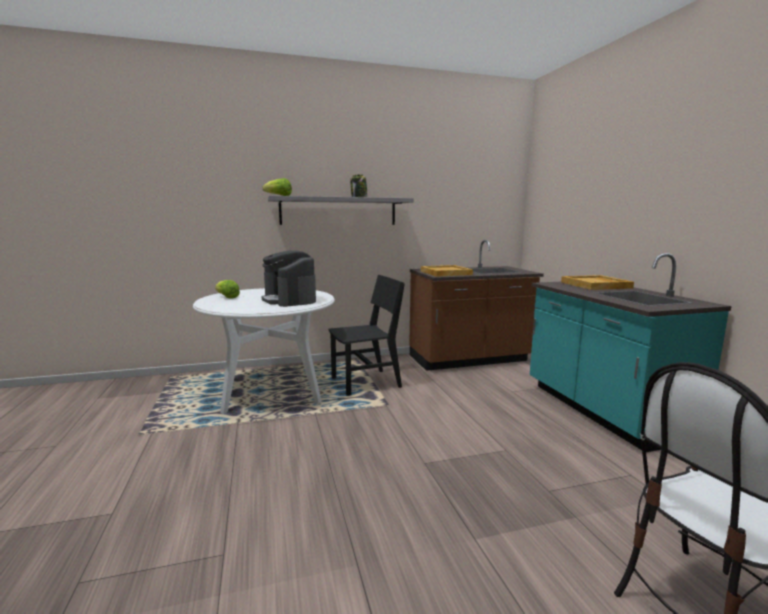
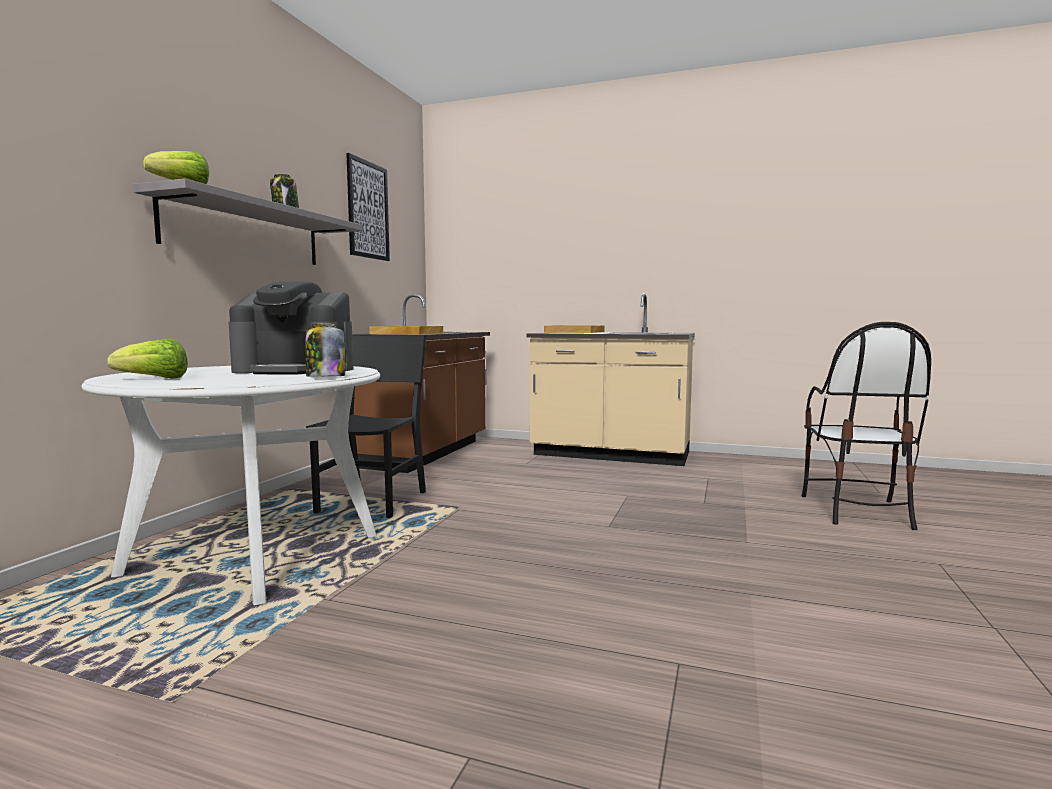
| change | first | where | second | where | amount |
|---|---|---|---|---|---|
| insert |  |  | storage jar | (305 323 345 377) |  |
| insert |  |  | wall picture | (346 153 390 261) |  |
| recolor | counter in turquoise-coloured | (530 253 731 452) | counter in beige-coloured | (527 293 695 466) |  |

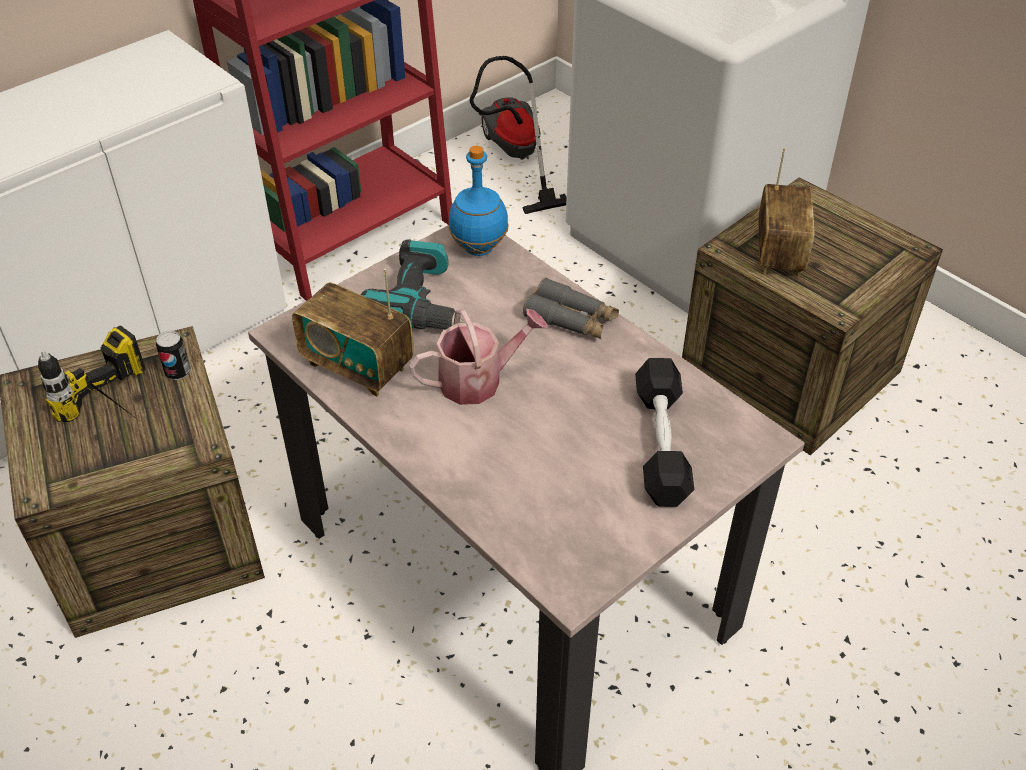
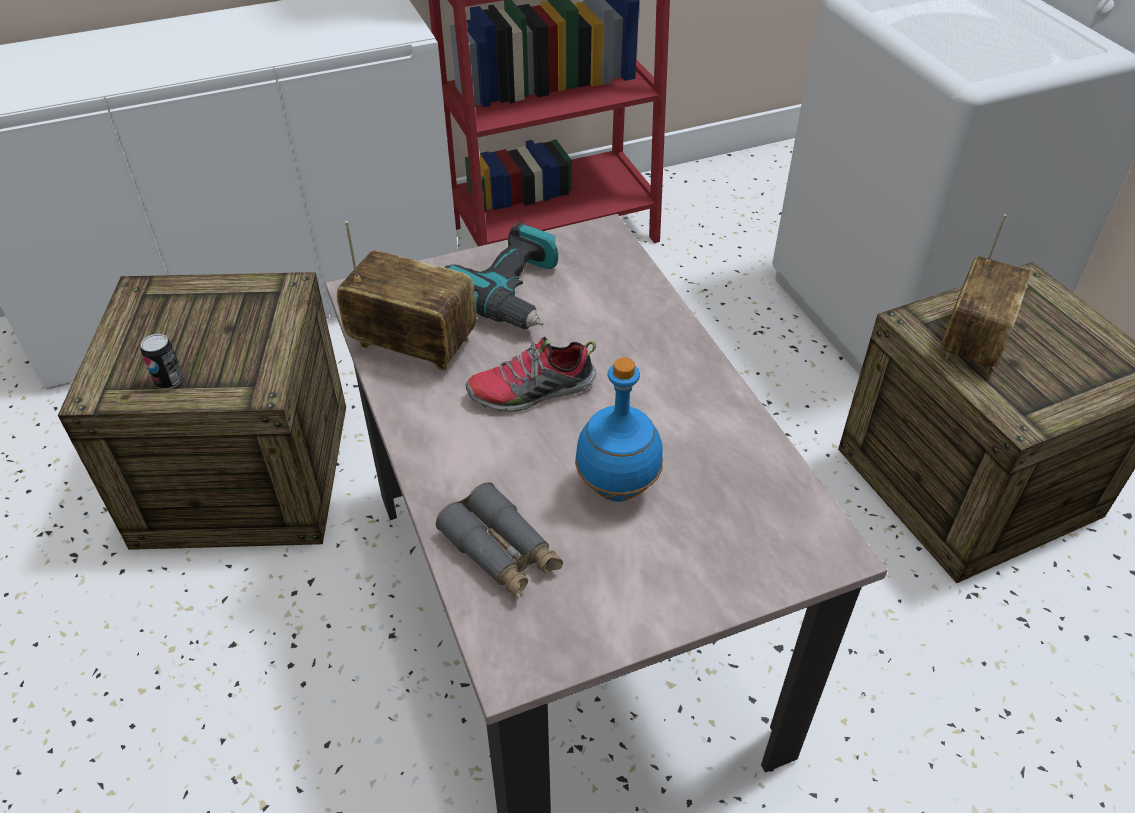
| change | first | where | second | where | amount |
|---|---|---|---|---|---|
| delete | electric drill | (38 325 145 422) |  |  |  |
| delete | vacuum | (470 56 567 214) |  |  |  |
| delete | free weight in black | (635 358 694 507) |  |  |  |
| move | metal can | (156 331 191 380) |  | (140 334 184 389) |  |
| move | beverage bottle in blue | (448 146 509 256) |  | (575 357 663 502) |  |
| move | binoculars in grey | (523 278 619 339) |  | (436 482 563 599) |  |
| replace | sprinkling can | (409 309 548 405) | shoe | (466 337 596 412) |  |
| rotate | radio set | (292 268 414 397) |  | (337 221 477 371) | 150 degrees clockwise |

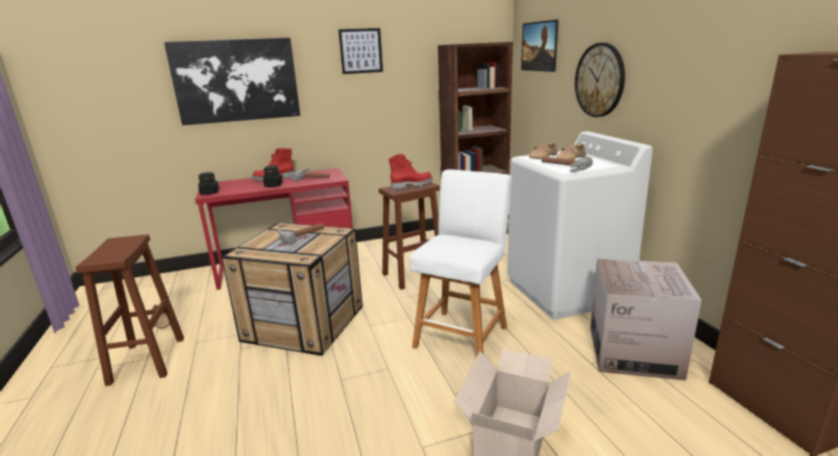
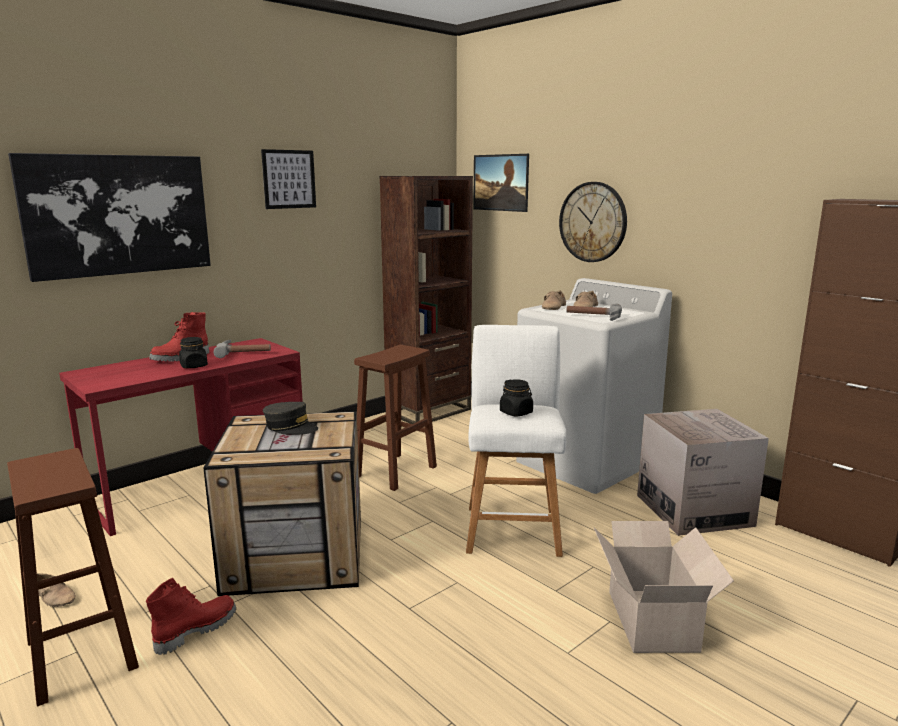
| change | first | where | second | where | amount |
|---|---|---|---|---|---|
| move | storage jar in black | (198 172 219 195) |  | (500 379 533 417) |  |
| move | tall boot in reddish | (389 154 433 190) |  | (146 578 236 655) |  |
| replace | hammer | (278 223 324 245) | cap in grey | (263 402 318 435) |  |

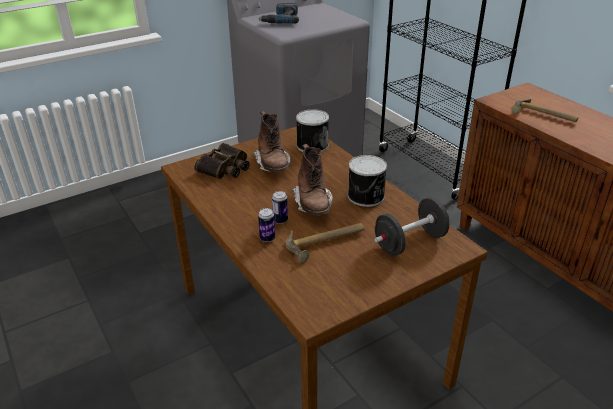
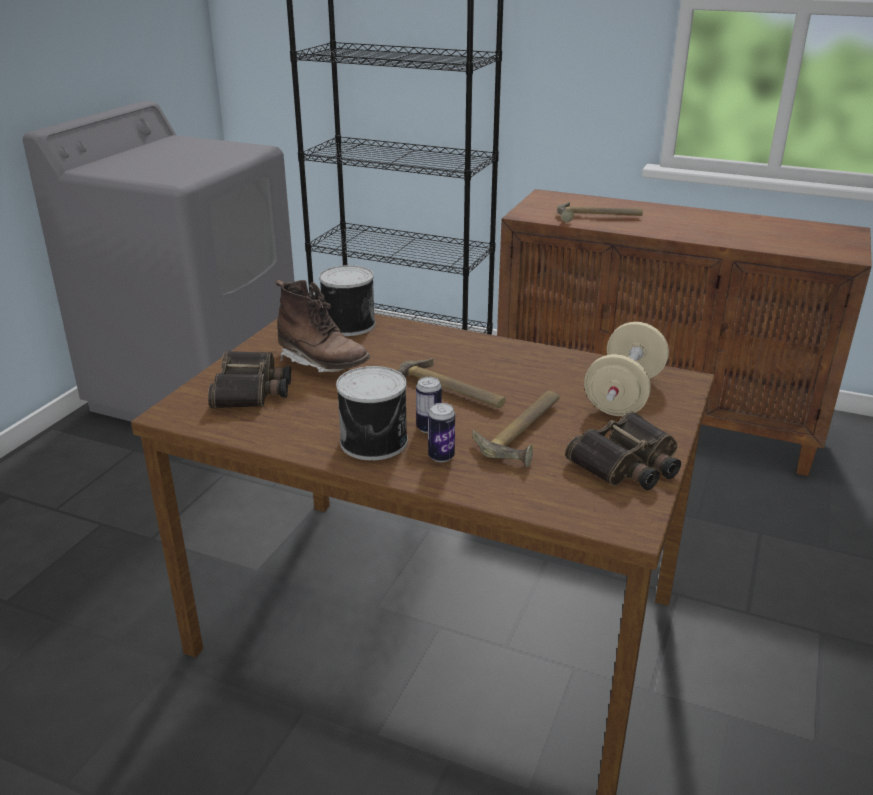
| change | first | where | second | where | amount |
|---|---|---|---|---|---|
| delete | electric drill | (258 3 299 24) |  |  |  |
| insert |  |  | binoculars | (565 412 681 490) |  |
| move | metal can | (348 155 387 207) |  | (336 366 408 460) |  |
| replace | tall boot in brown-coloured | (292 144 333 215) | hammer | (398 358 506 408) |  |
| recolor | free weight in black | (374 197 449 256) | free weight in beige-coloured | (584 322 669 416) |  |

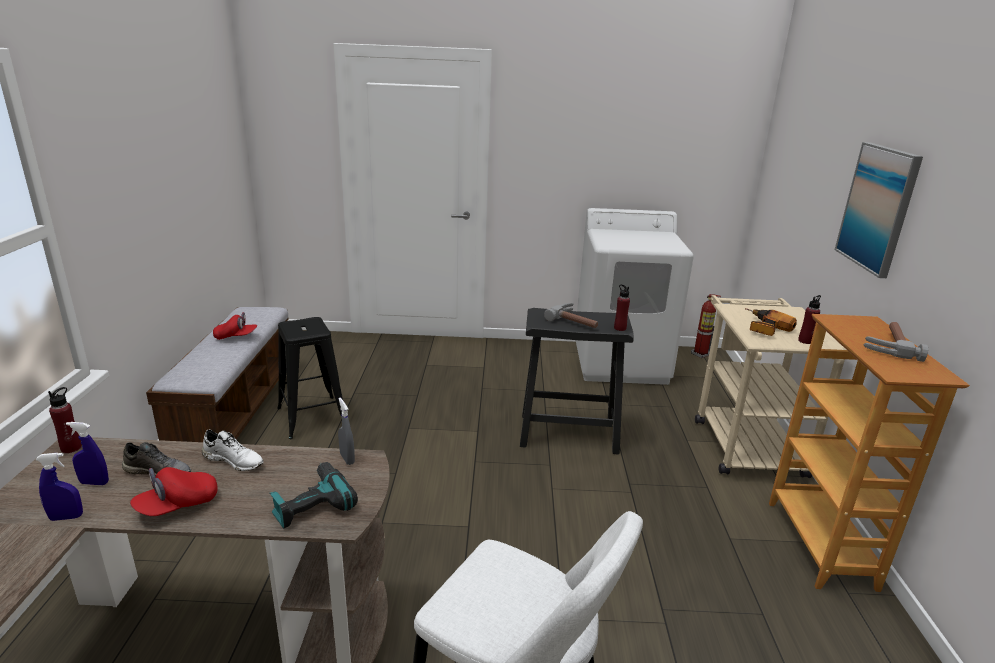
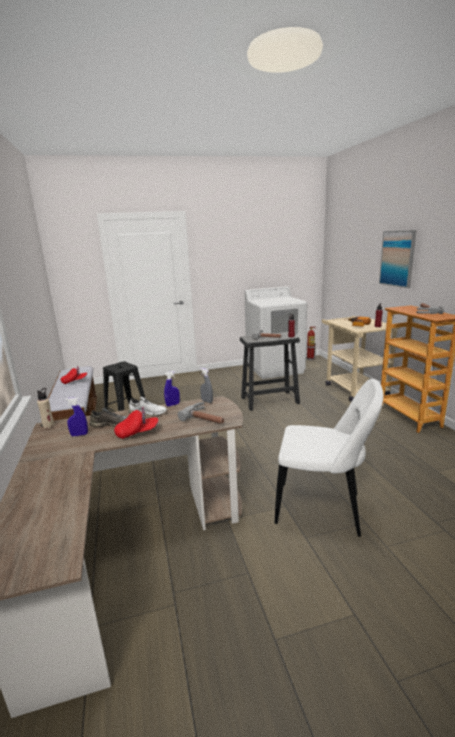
| change | first | where | second | where | amount |
|---|---|---|---|---|---|
| move | hand sprayer in blue | (35 453 83 521) |  | (164 371 180 407) |  |
| replace | electric drill | (270 462 358 529) | hammer | (178 402 224 424) |  |
| recolor | beverage bottle in reddish | (48 387 82 453) | beverage bottle in beige-coloured | (37 388 54 428) |  |
| rotate | cap in reddish | (130 467 218 516) |  | (114 407 158 439) | 135 degrees counterclockwise |

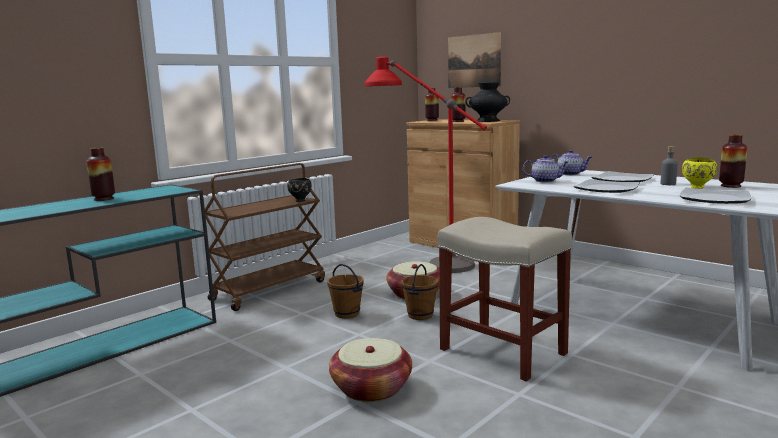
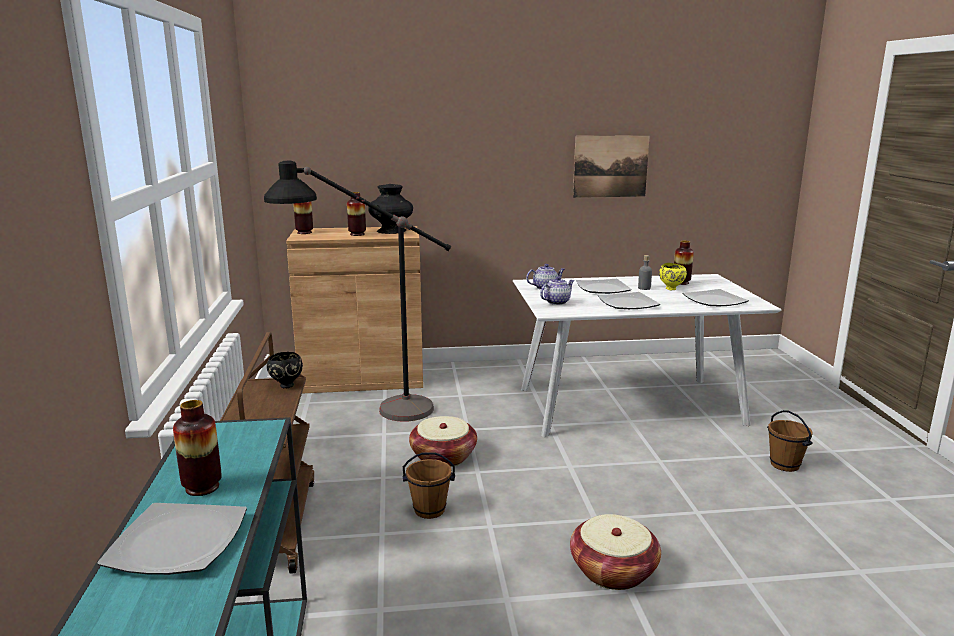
| change | first | where | second | where | amount |
|---|---|---|---|---|---|
| delete | sitting stool in beige-coloured | (437 217 572 381) |  |  |  |
| insert |  |  | flat dish | (97 503 247 575) |  |
| move | water bucket in brown-coloured | (401 264 438 320) |  | (767 410 813 472) |  |
| move | wall picture | (448 32 502 88) |  | (573 135 650 198) |  |
| recolor | standing lamp in reddish | (365 56 487 273) | standing lamp in black | (264 161 451 422) |  |

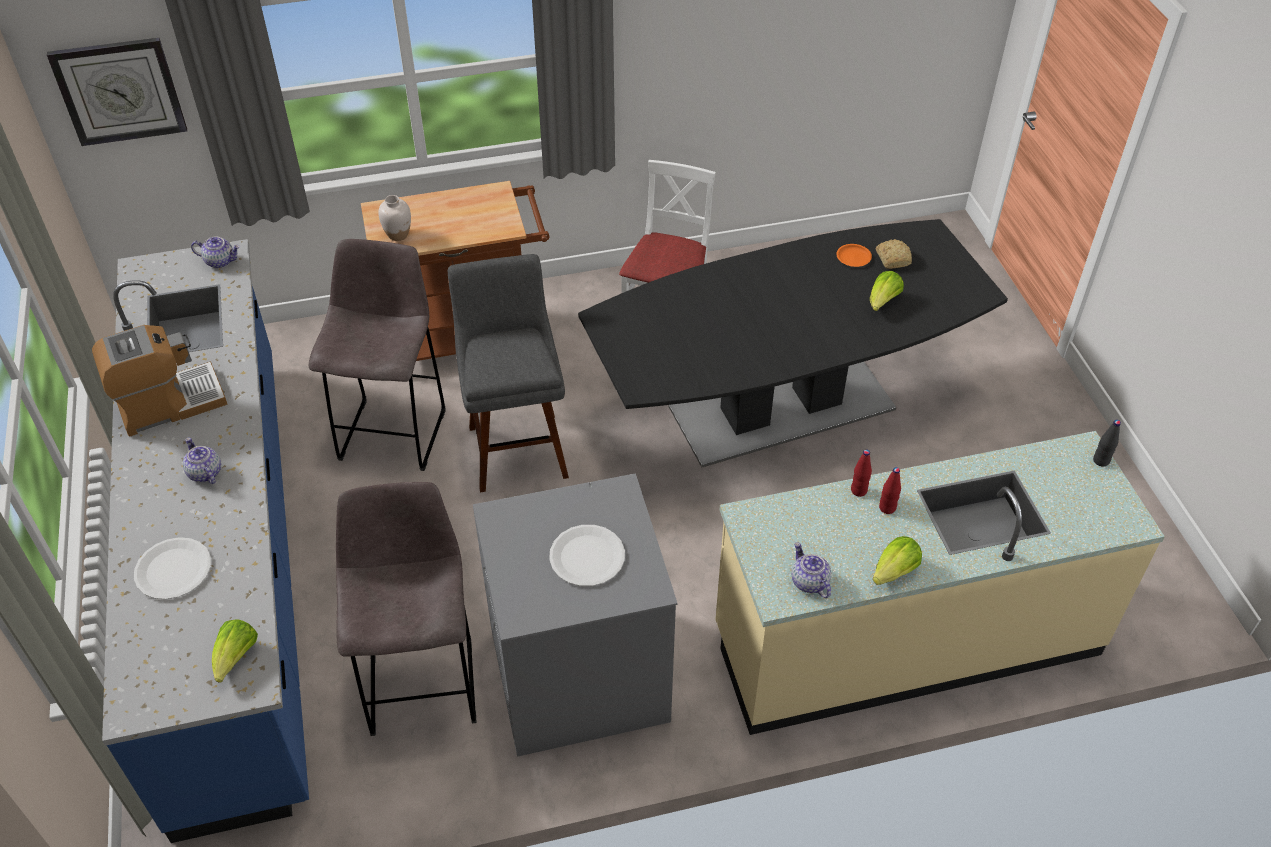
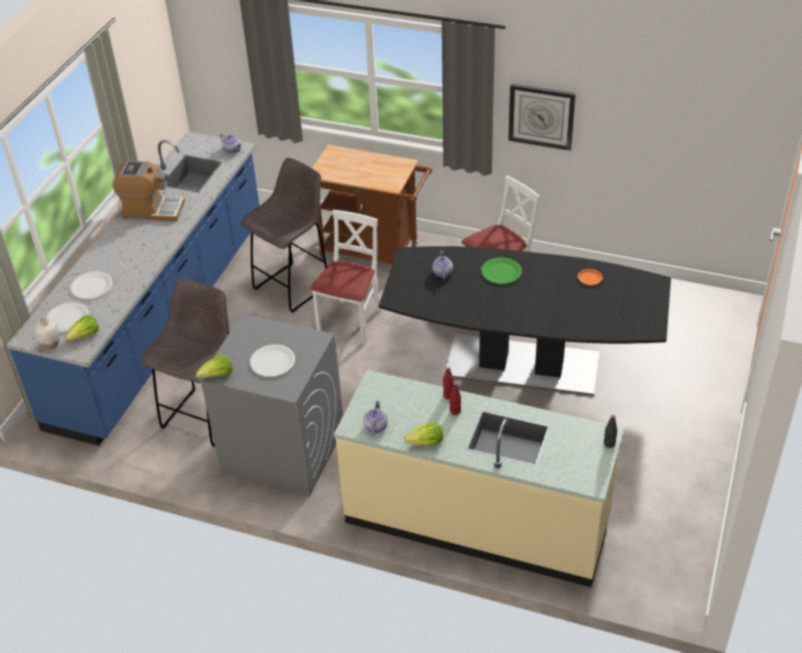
| change | first | where | second | where | amount |
|---|---|---|---|---|---|
| delete | bread | (876 239 912 269) |  |  |  |
| insert |  |  | flat dish in white-coloured | (46 302 89 332) |  |
| insert |  |  | flat dish in greenish | (481 258 522 284) |  |
| move | wall clock | (47 38 187 146) |  | (508 83 576 151) |  |
| move | tea pot | (183 437 221 484) |  | (432 251 453 279) |  |
| move | decorative vase in white-coloured | (378 195 411 241) |  | (34 317 59 350) |  |
| move | lettuce | (870 271 904 311) |  | (196 354 233 378) |  |
| replace | sitting stool in grey | (448 254 569 492) | chair in white-coloured | (310 210 381 345) |  |

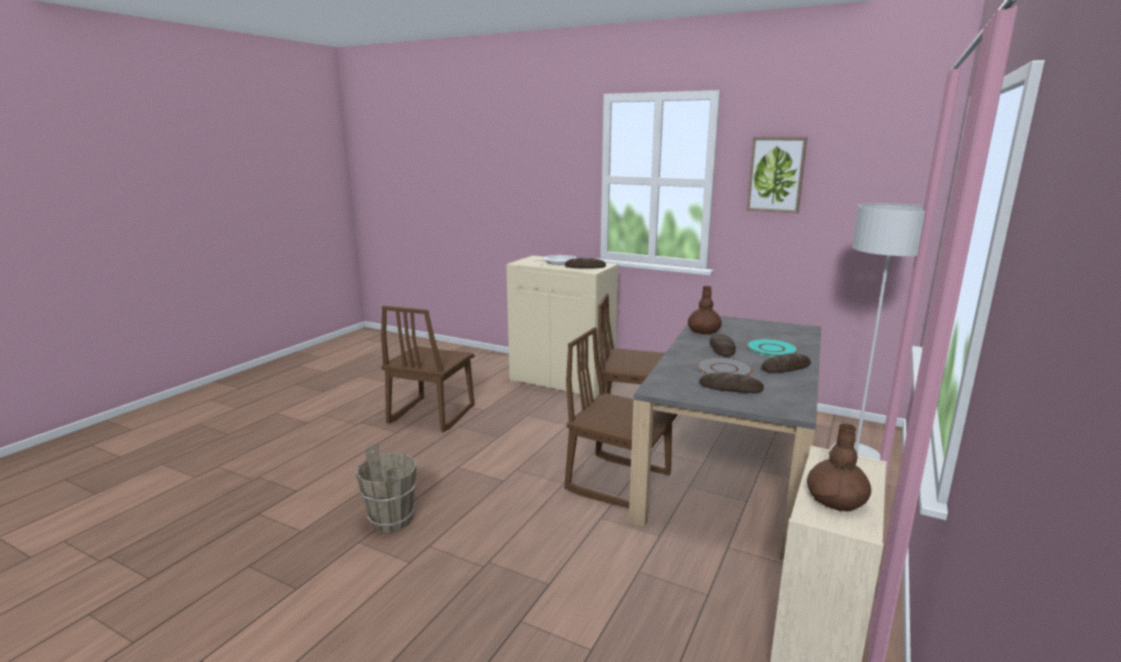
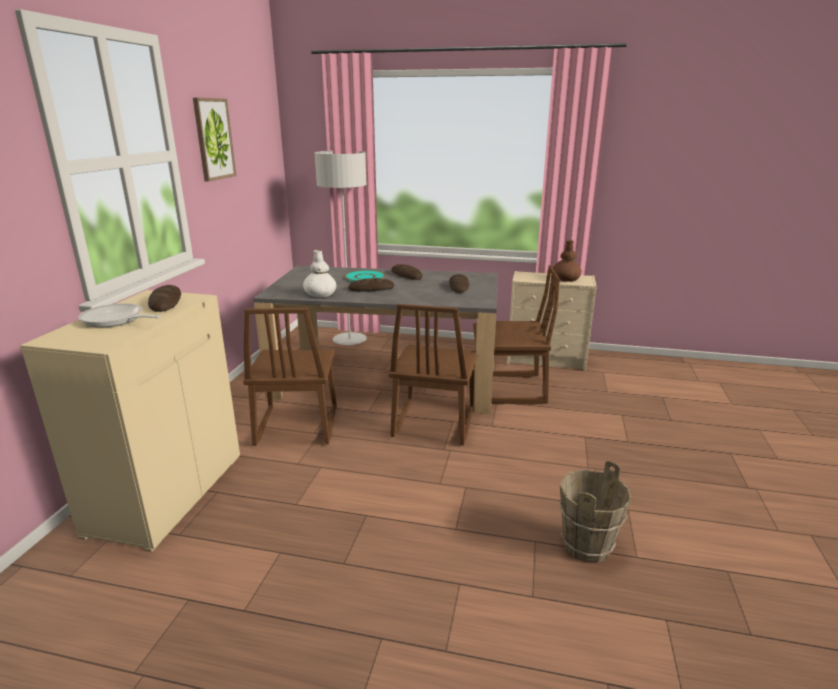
| change | first | where | second | where | amount |
|---|---|---|---|---|---|
| delete | flat dish in grey | (697 357 753 376) |  |  |  |
| move | chair in brown-coloured | (381 306 474 432) |  | (473 265 560 405) |  |
| recolor | decorative vase in brown-coloured | (688 286 722 335) | decorative vase in white-coloured | (303 250 336 297) |  |

